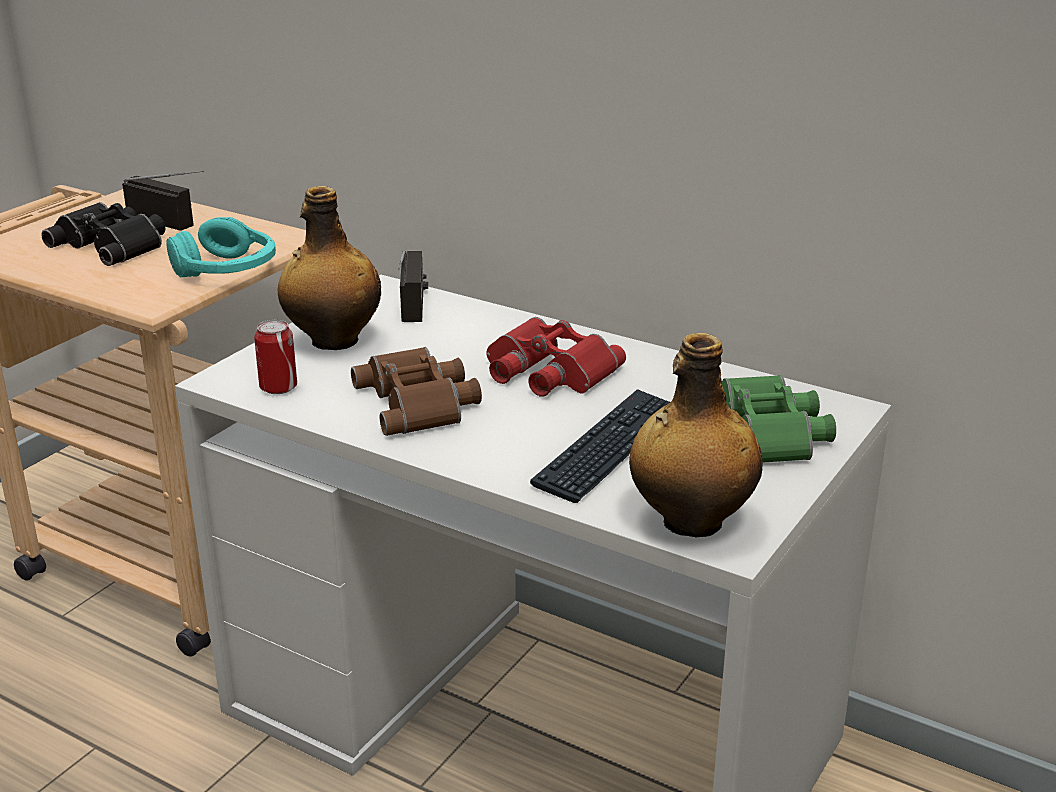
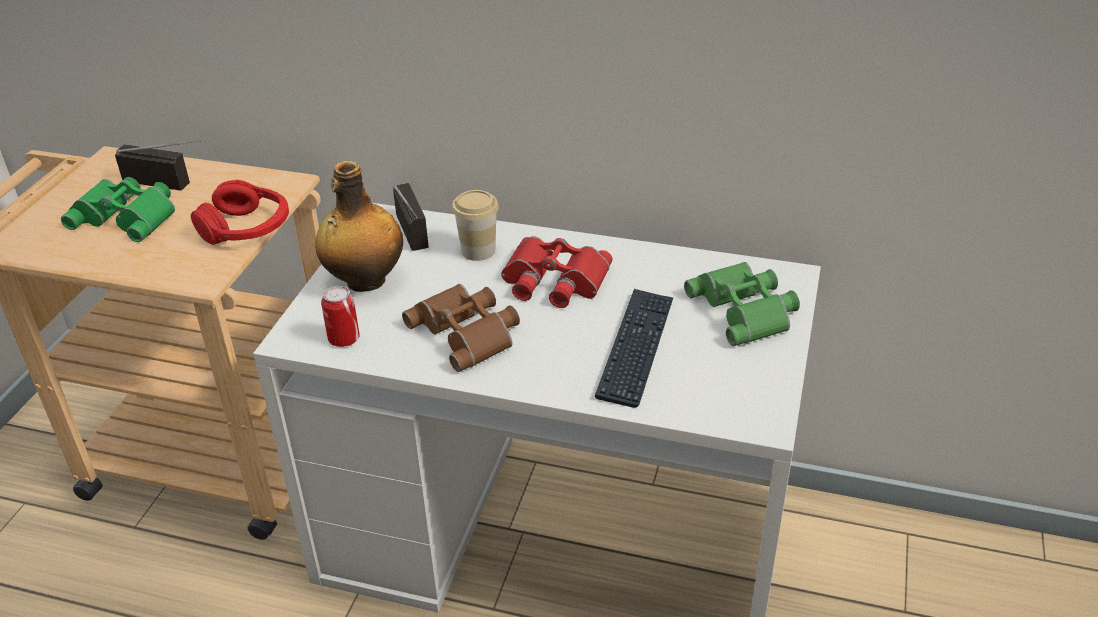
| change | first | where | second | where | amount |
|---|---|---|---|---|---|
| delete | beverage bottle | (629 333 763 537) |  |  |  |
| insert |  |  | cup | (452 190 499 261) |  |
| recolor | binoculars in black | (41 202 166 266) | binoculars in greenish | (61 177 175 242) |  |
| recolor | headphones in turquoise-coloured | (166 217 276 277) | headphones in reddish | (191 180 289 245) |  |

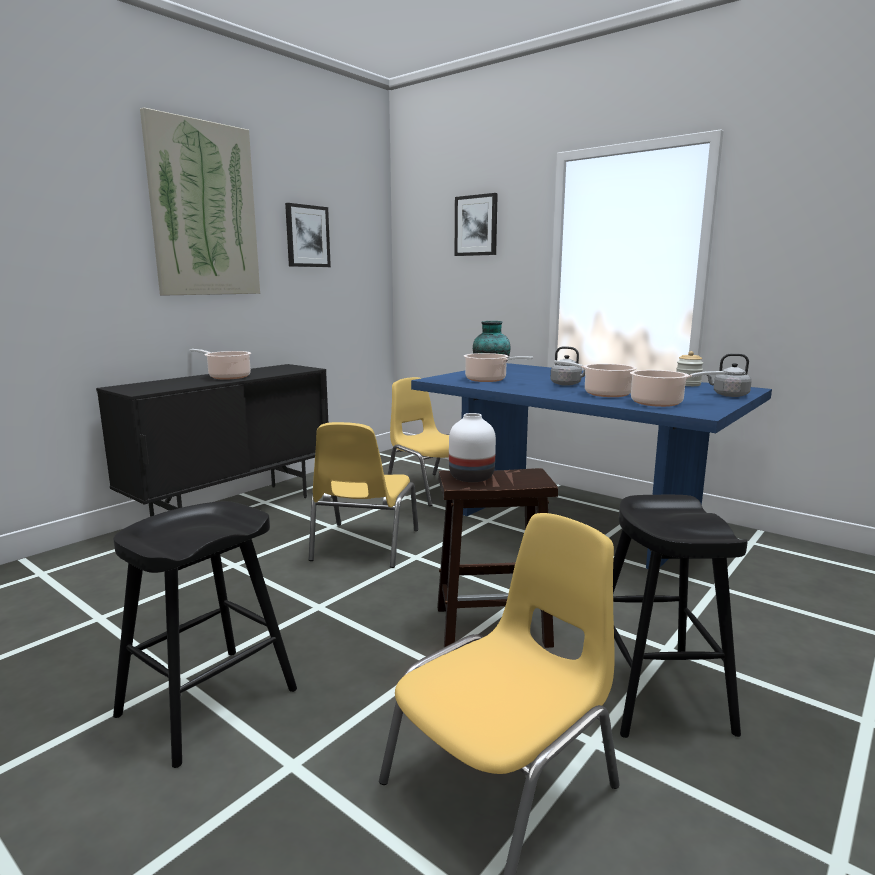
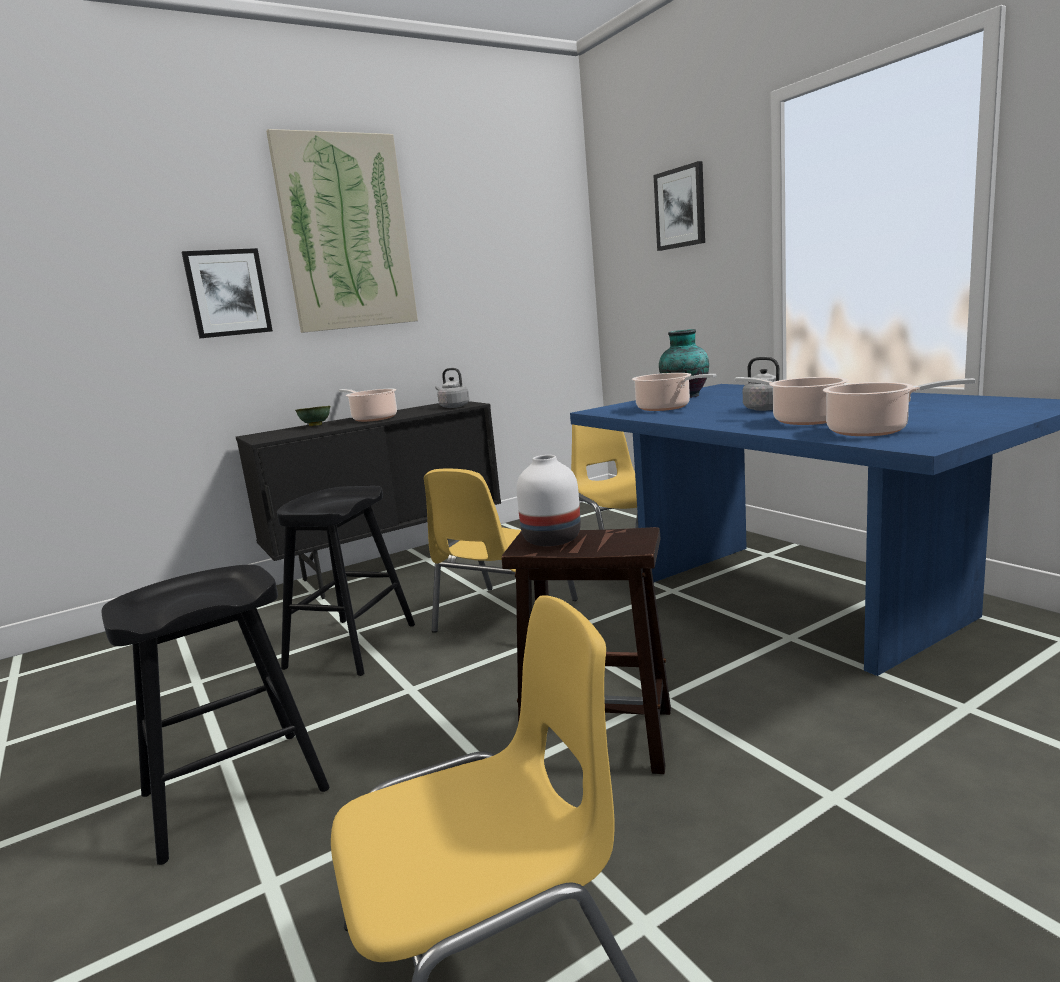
| change | first | where | second | where | amount |
|---|---|---|---|---|---|
| delete | storage jar | (676 351 703 386) |  |  |  |
| insert |  |  | deep dish in greenish | (295 406 330 426) |  |
| move | wall picture | (285 203 331 267) |  | (182 248 273 339) |  |
| move | sitting stool in black | (613 495 748 738) |  | (277 486 415 676) |  |
| move | kettle in grey | (704 353 752 397) |  | (435 368 469 408) |  |

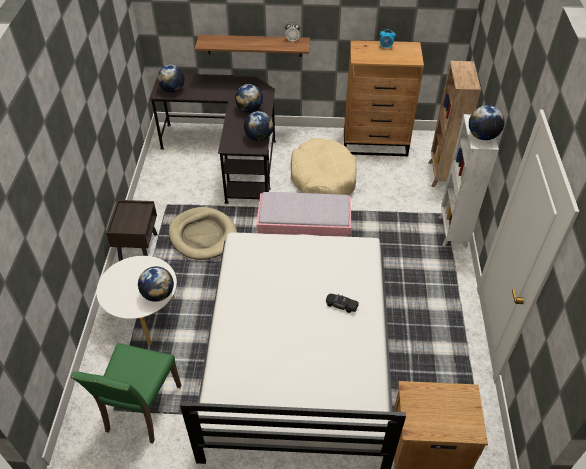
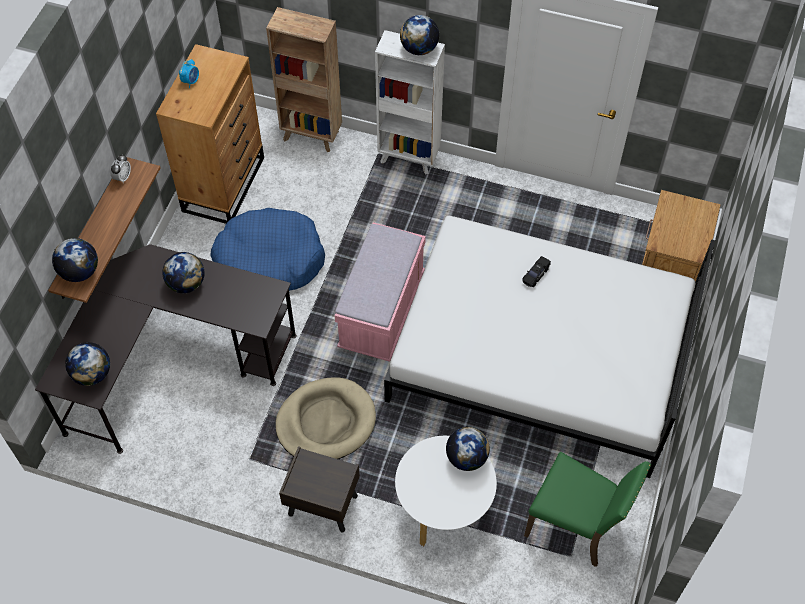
| change | first | where | second | where | amount |
|---|---|---|---|---|---|
| move | globe | (244 111 273 141) |  | (52 238 98 282) |  |
| recolor | dog bed in beige-coloured | (291 138 357 195) | dog bed in blue | (210 208 325 291) |  |

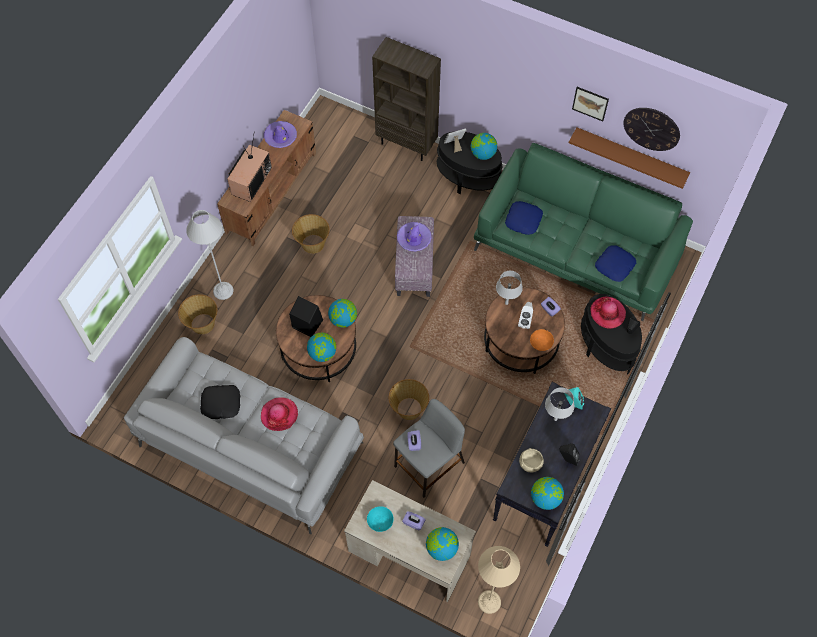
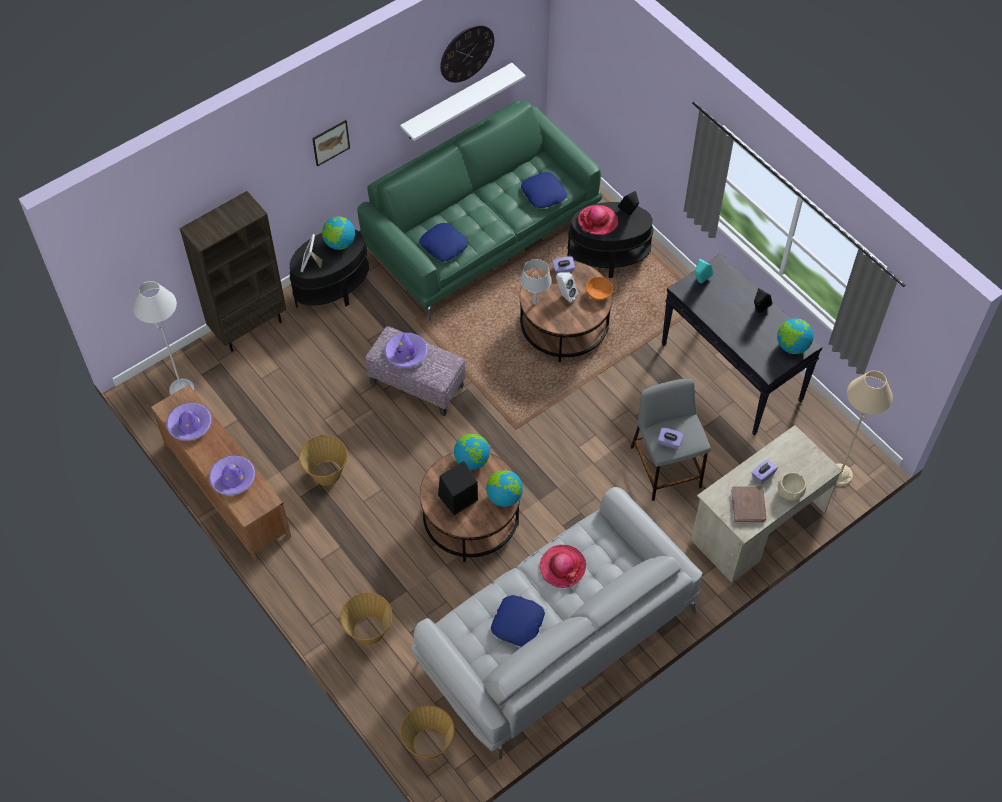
| change | first | where | second | where | amount |
|---|---|---|---|---|---|
| delete | globe | (426 527 459 561) |  |  |  |
| delete | lamp for a table in grey | (545 387 575 421) |  |  |  |
| move | standing lamp in grey | (186 210 234 300) |  | (133 281 194 395) |  |
| move | household basket | (389 379 429 420) |  | (400 705 455 760) |  |
| move | deep dish in beige-coloured | (519 448 544 472) |  | (778 472 806 500) |  |
| move | wall picture | (572 87 609 121) |  | (312 120 350 167) |  |
| replace | television | (227 131 272 202) | clothing hat in purplish | (209 455 255 495) |  |
| replace | deep dish in turquoise-coloured | (367 506 394 532) | volume in brown-coloured | (731 487 766 522) |  |
| recolor | throw pillow in black | (200 385 240 419) | throw pillow in blue | (491 595 545 646) |  |
| recolor | bracket shelf in brown-coloured | (569 127 690 189) | bracket shelf in white-coloured | (400 63 526 141) |  |

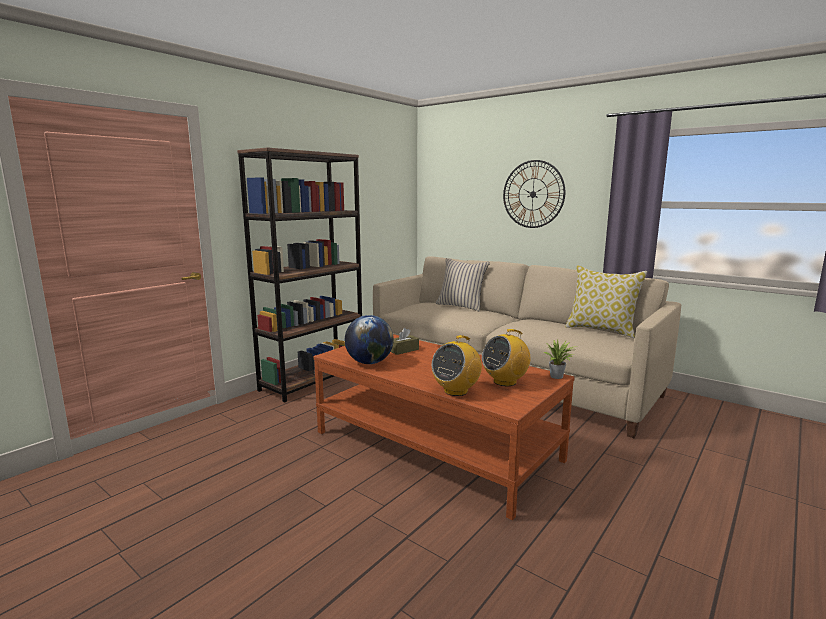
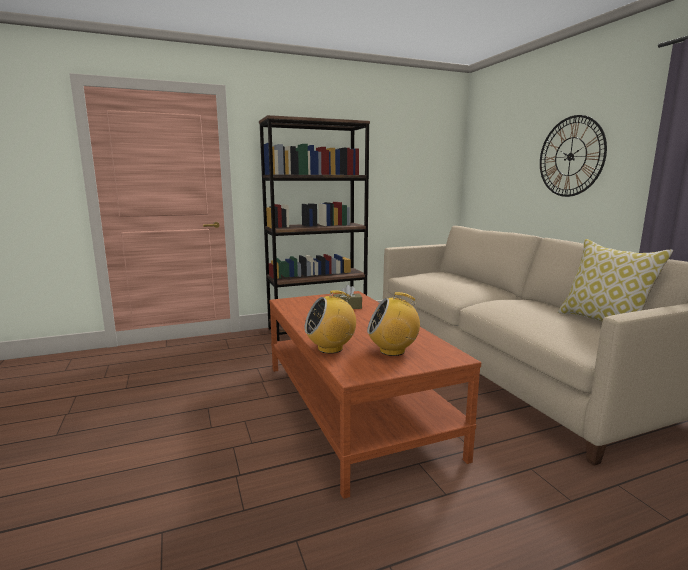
| change | first | where | second | where | amount |
|---|---|---|---|---|---|
| delete | globe | (345 315 394 364) |  |  |  |
| delete | throw pillow in beige-coloured | (436 258 490 311) |  |  |  |
| delete | plant in a pot | (543 340 578 379) |  |  |  |

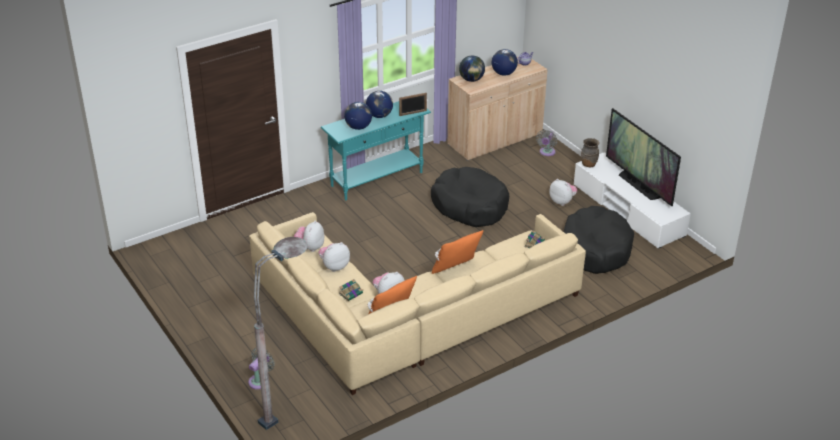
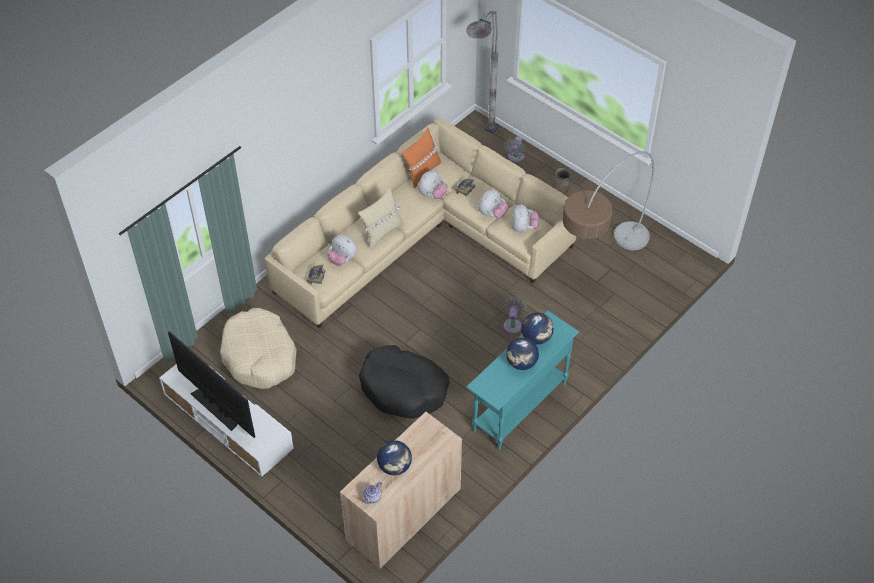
| change | first | where | second | where | amount |
|---|---|---|---|---|---|
| delete | photo frame | (399 93 427 116) |  |  |  |
| delete | globe | (459 56 485 82) |  |  |  |
| insert |  |  | standing lamp | (563 151 654 250) |  |
| move | cooling fan in grey | (536 130 557 156) |  | (502 298 527 334) |  |
| move | plush toy | (549 179 577 206) |  | (327 235 357 266) |  |
| move | decorative vase in brown-coloured | (581 138 599 168) |  | (553 168 571 194) |  |
| recolor | throw pillow in orangey | (432 230 484 274) | throw pillow in beige-coloured | (358 188 404 250) |  |
| recolor | dog bed in black | (564 206 634 274) | dog bed in beige-coloured | (220 308 297 389) |  |

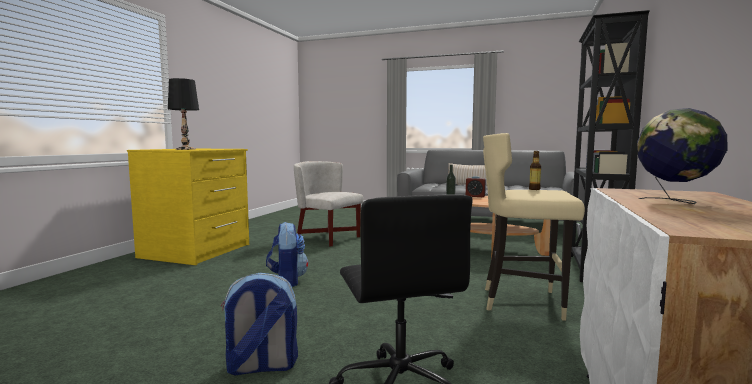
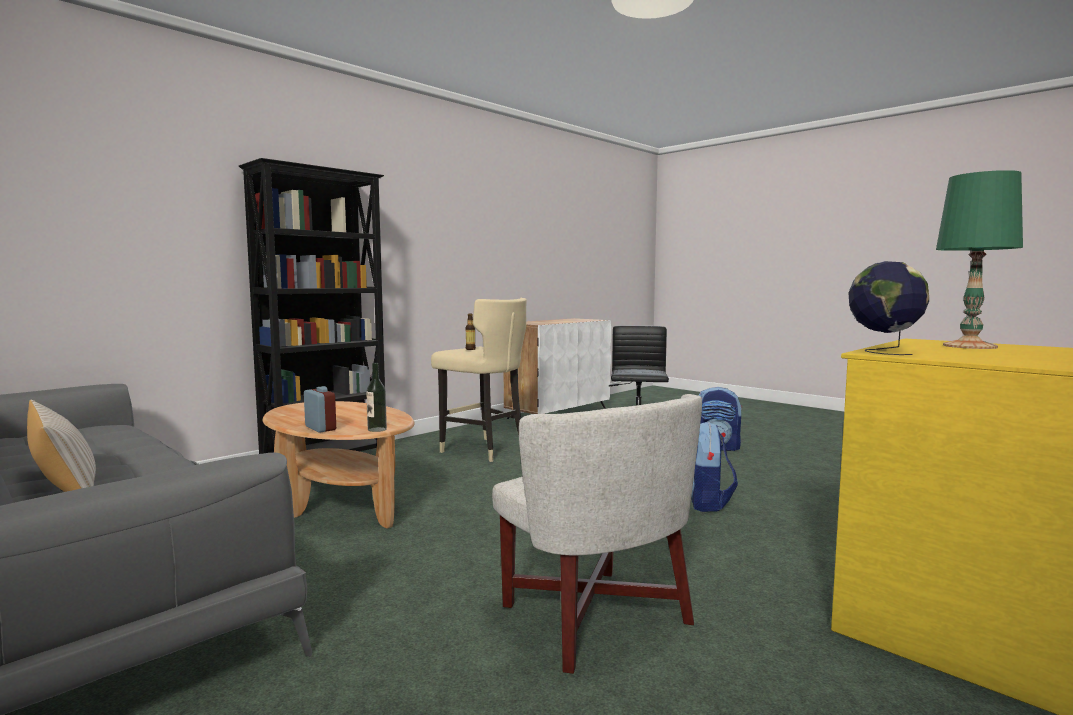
| change | first | where | second | where | amount |
|---|---|---|---|---|---|
| move | globe | (637 108 727 204) |  | (848 261 929 355) |  |
| recolor | lamp for a table in black | (168 78 199 150) | lamp for a table in greenish | (936 170 1023 349) |  |

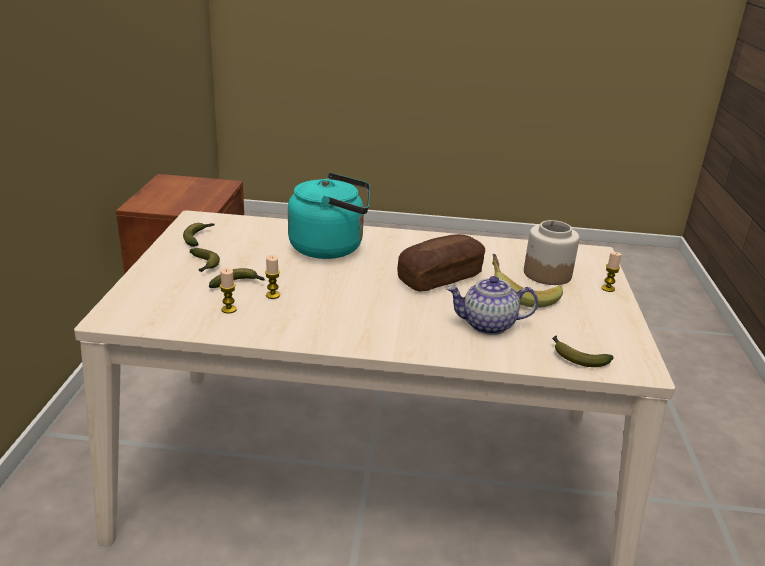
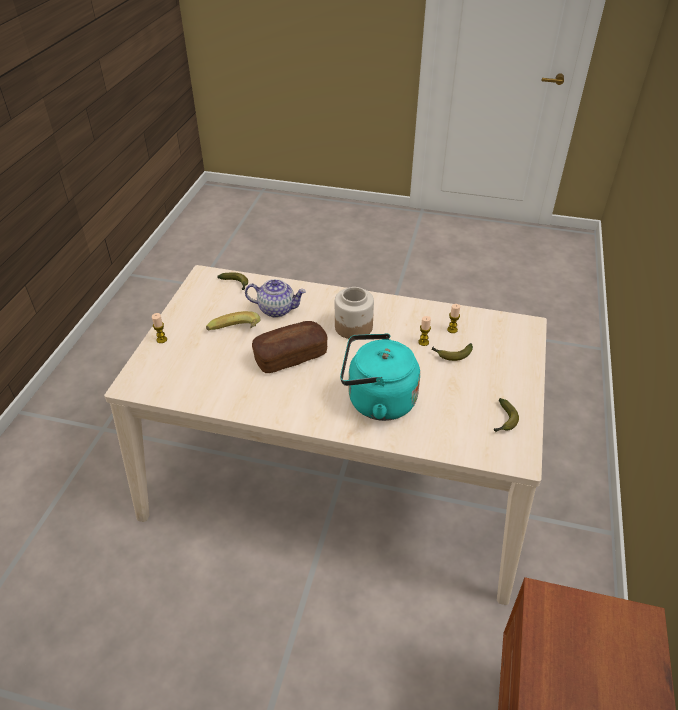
| change | first | where | second | where | amount |
|---|---|---|---|---|---|
| delete | banana | (190 248 220 272) |  |  |  |
| move | storage jar | (524 220 580 285) |  | (335 287 374 339) |  |

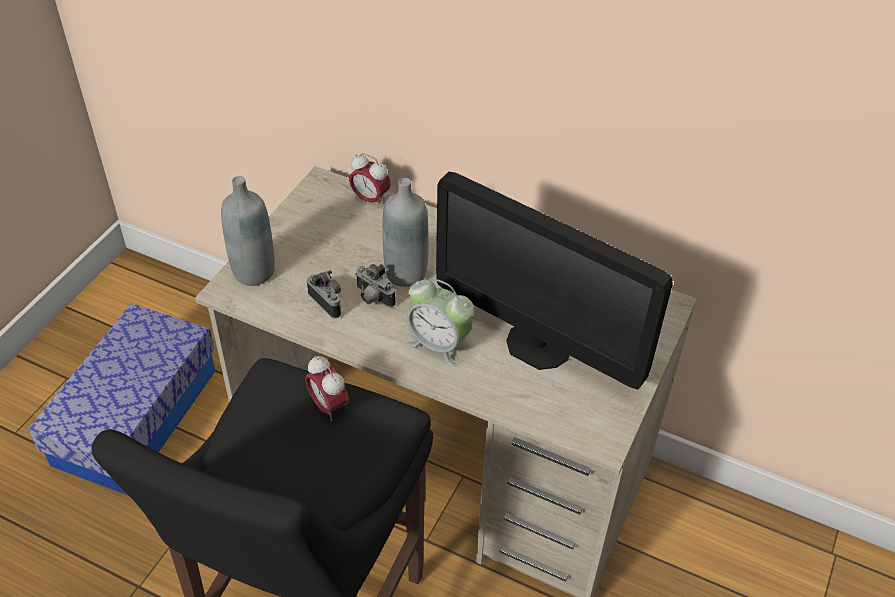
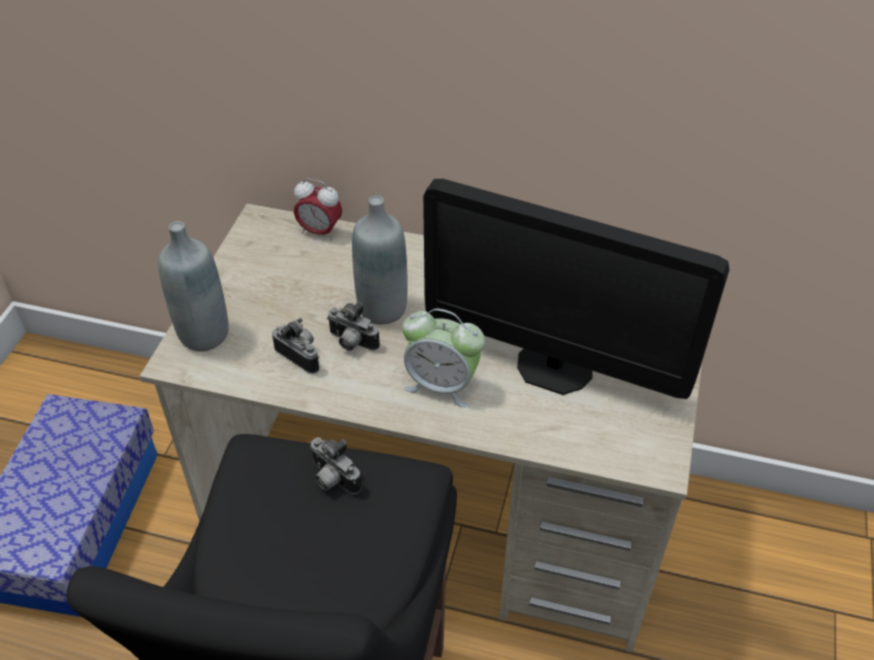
| change | first | where | second | where | amount |
|---|---|---|---|---|---|
| replace | alarm clock | (305 355 349 421) | photo camera | (310 437 362 494) |  |

